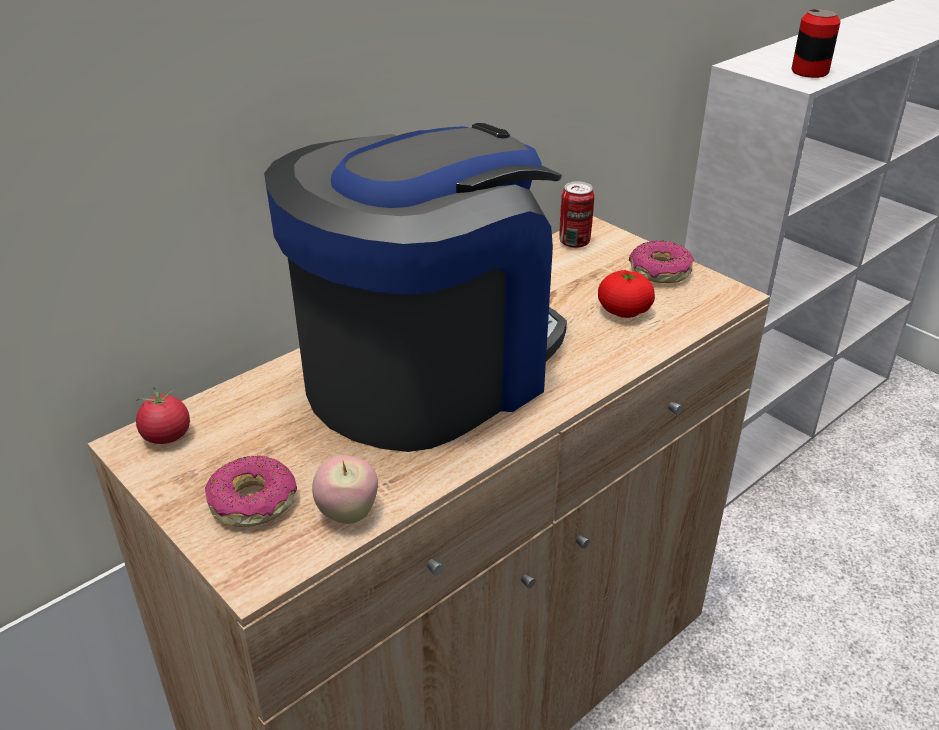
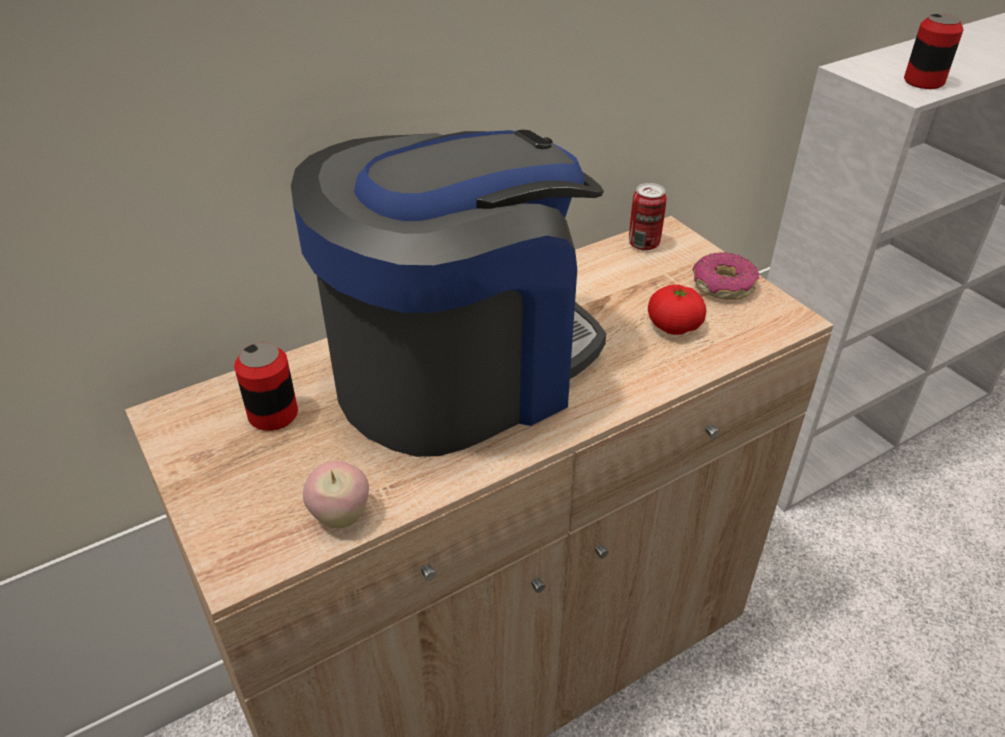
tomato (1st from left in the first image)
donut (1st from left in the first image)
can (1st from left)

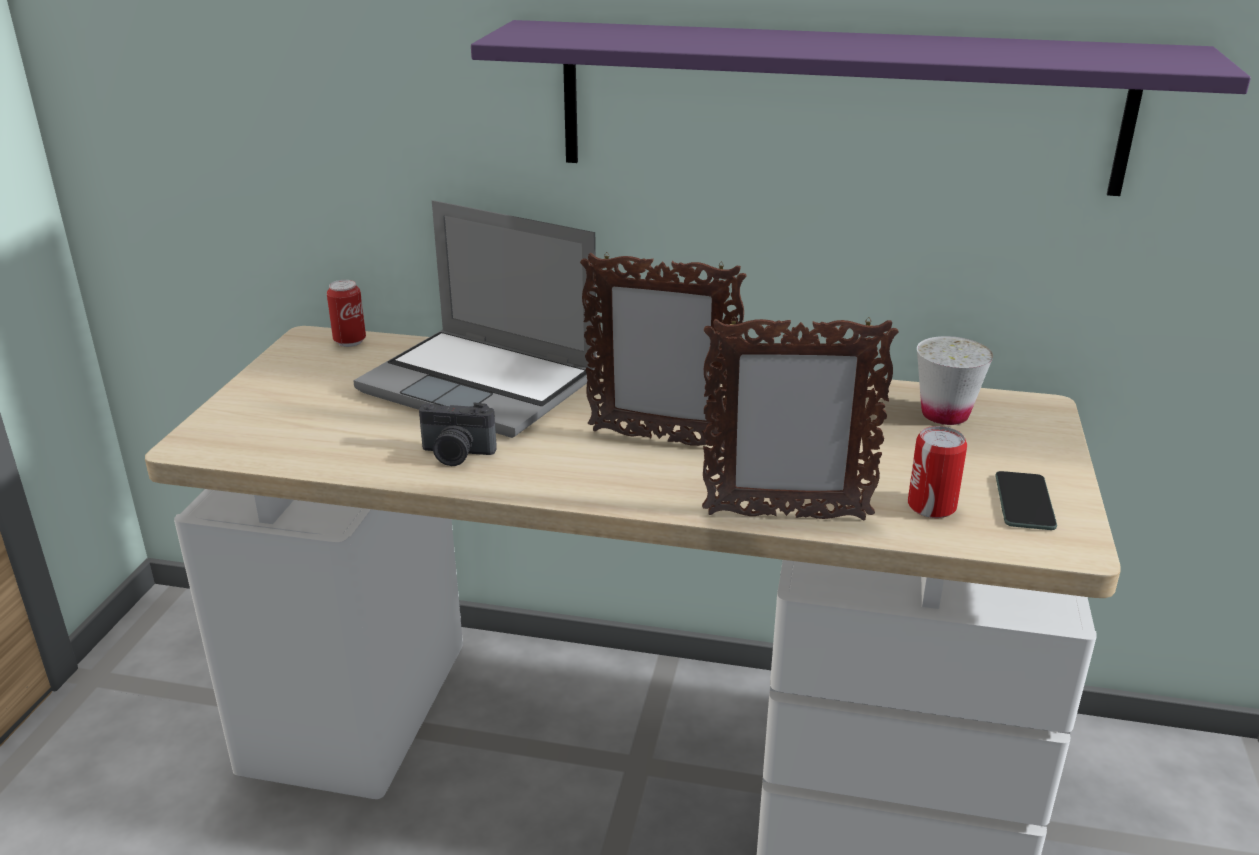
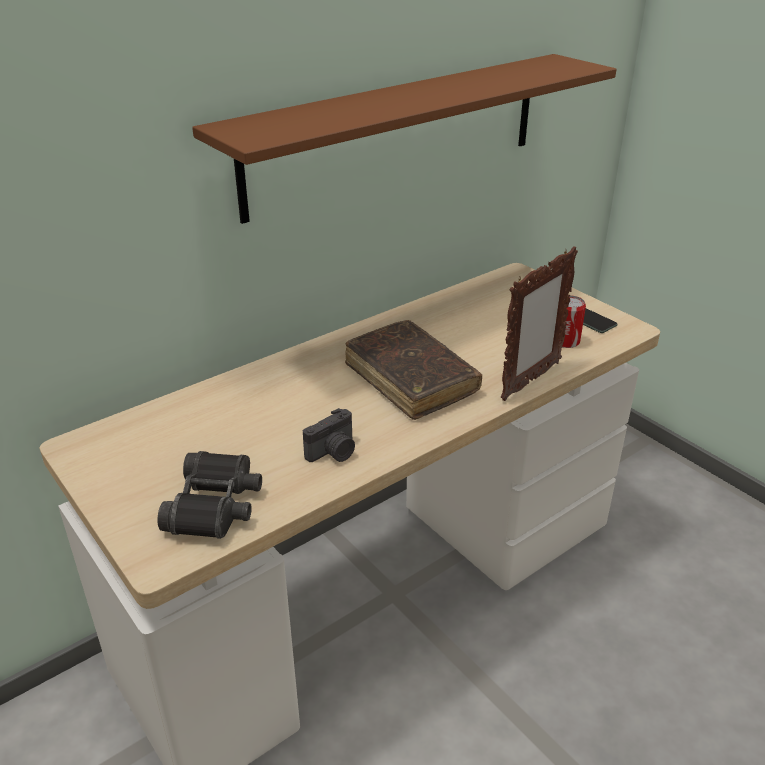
can (1st from left in the first image)
laptop
cup (white)
binoculars (black)
book (brown)
shelf (brown)

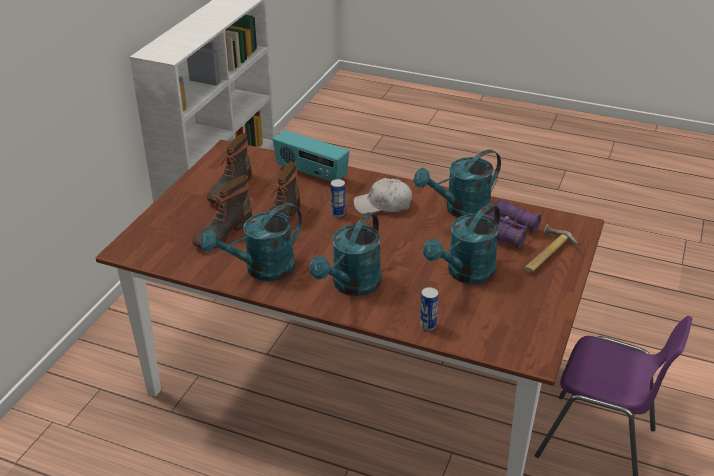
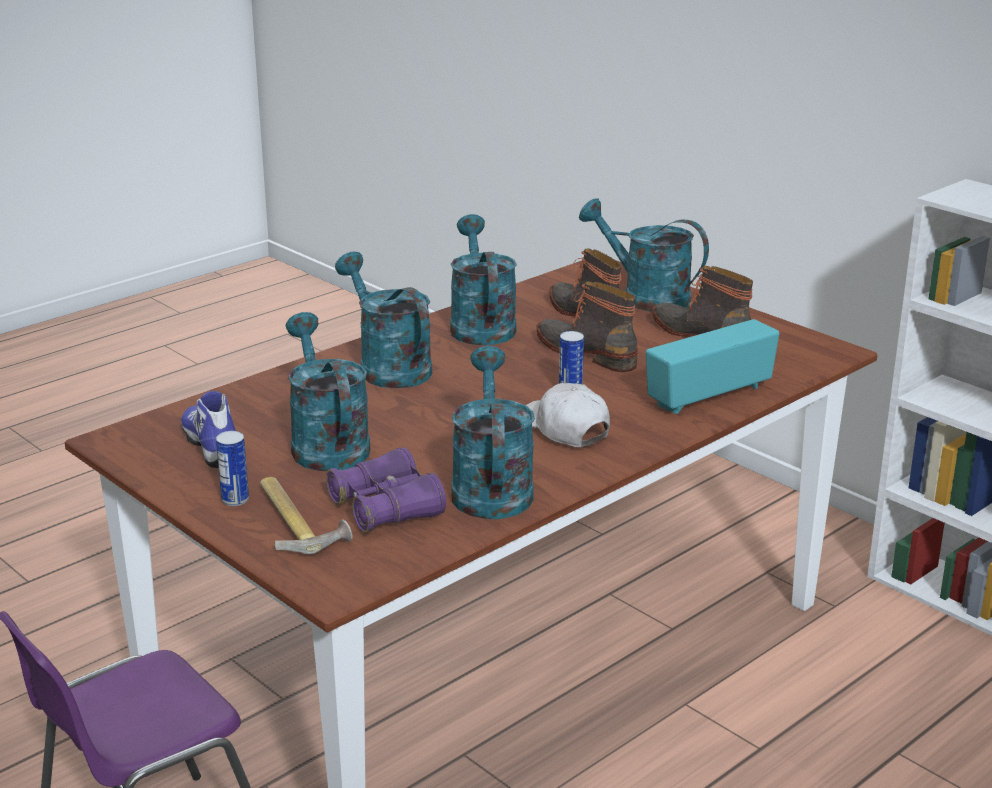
shoe
watering can (turquoise) (5th from left)
can (1st from left)
cap (white)

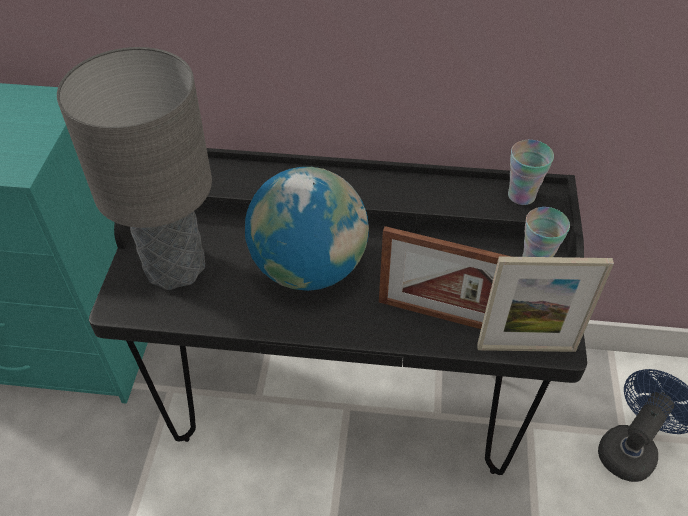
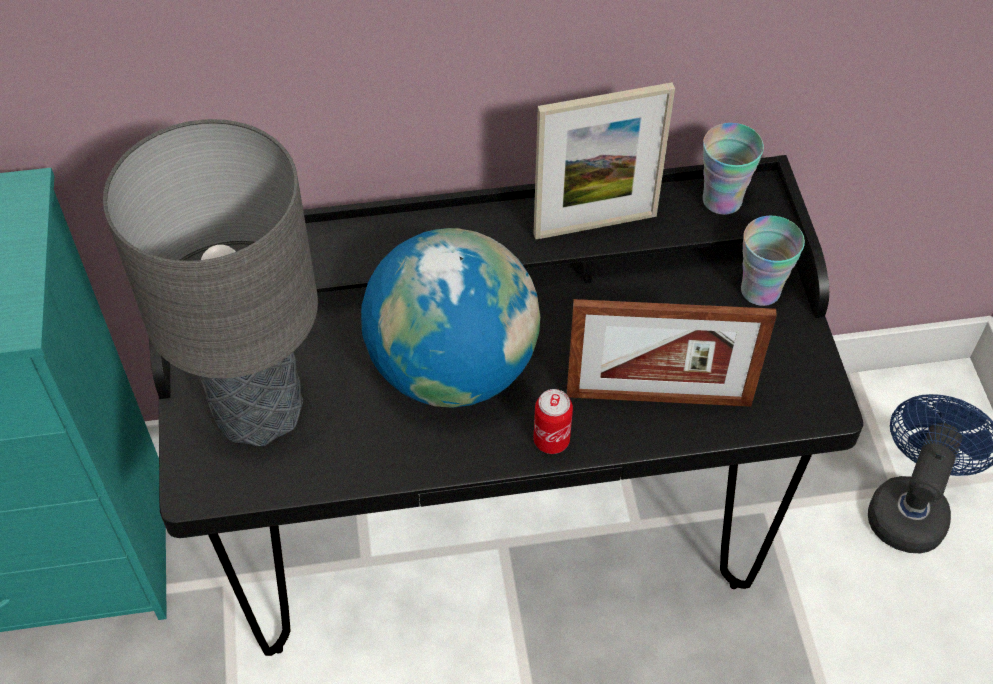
can
picture frame (1st from left)

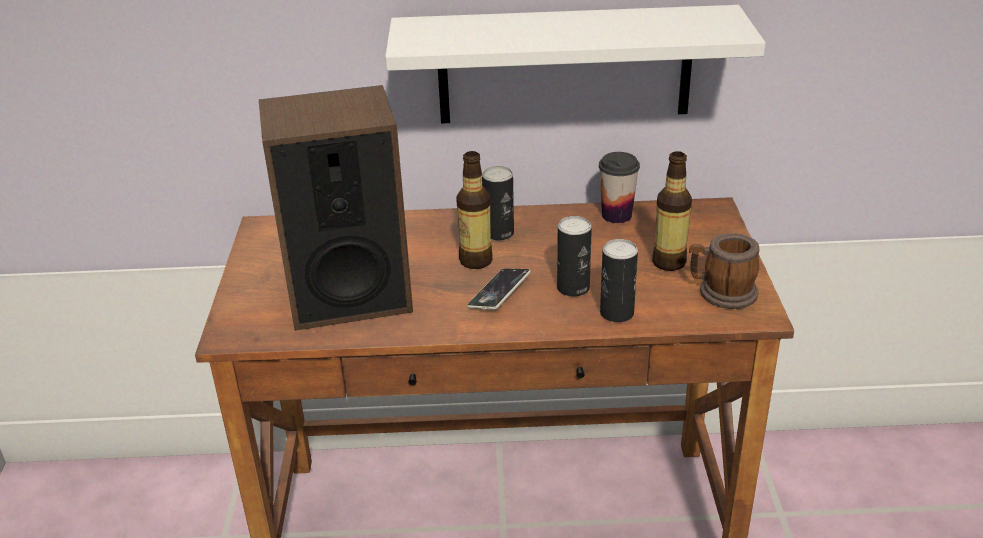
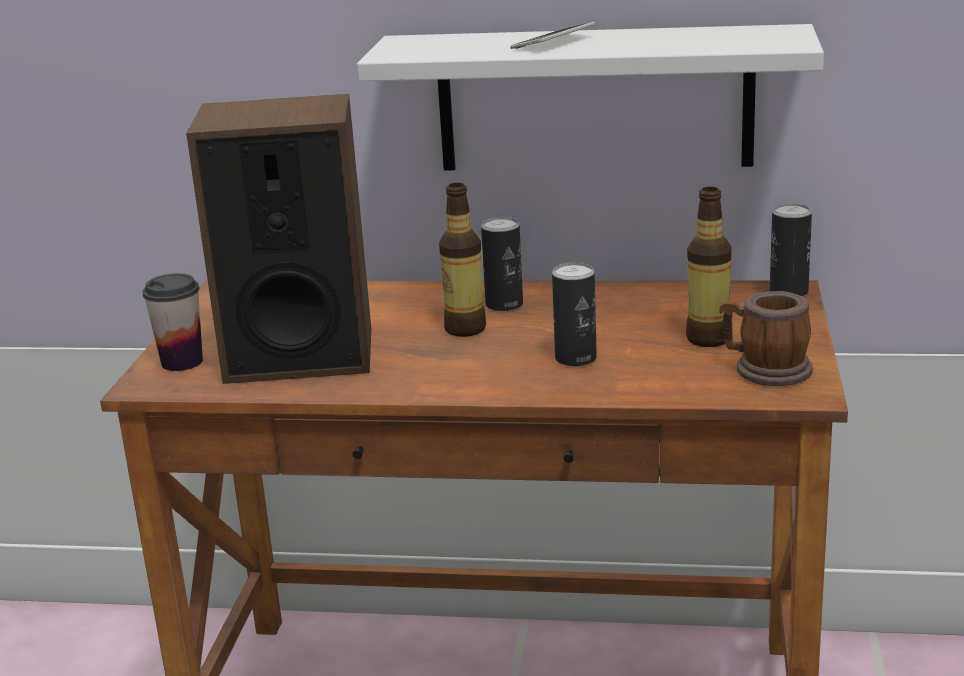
phone
cup
can (3rd from left)

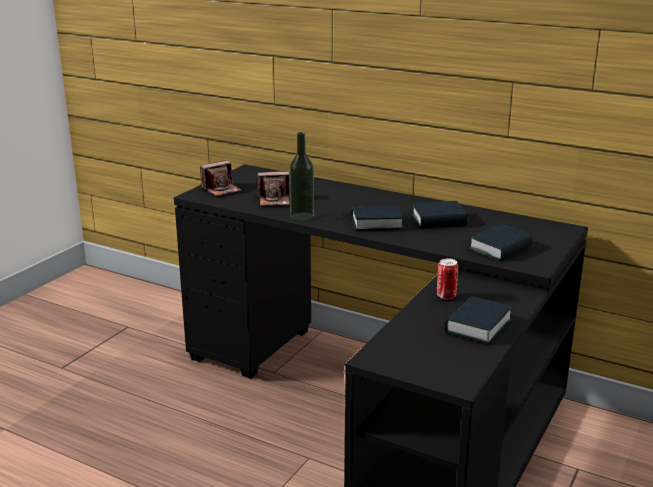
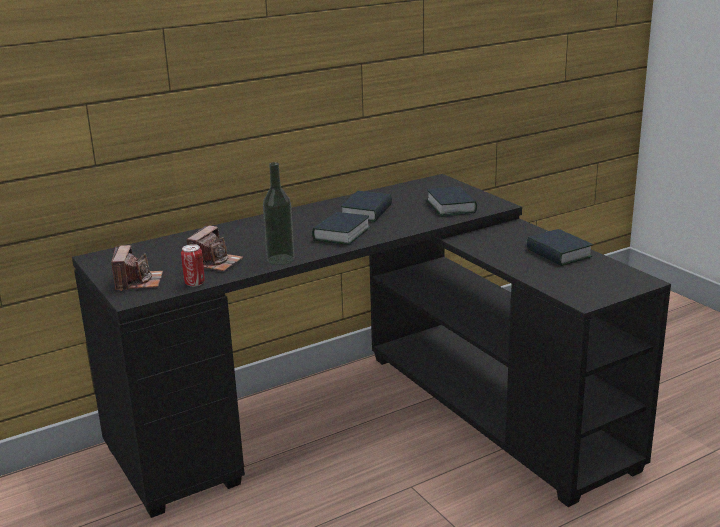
can

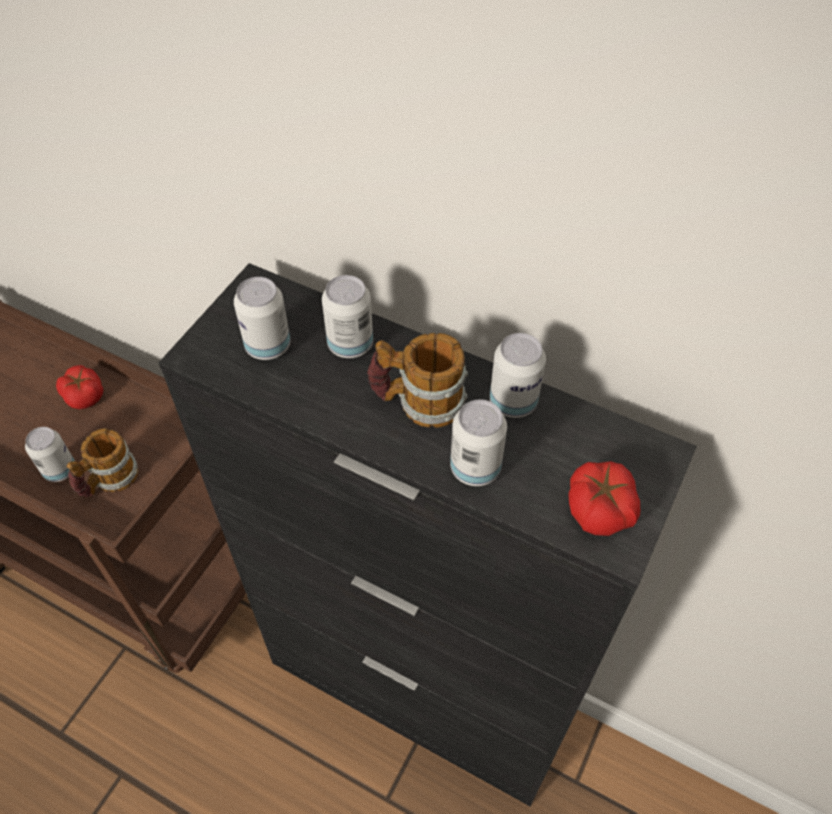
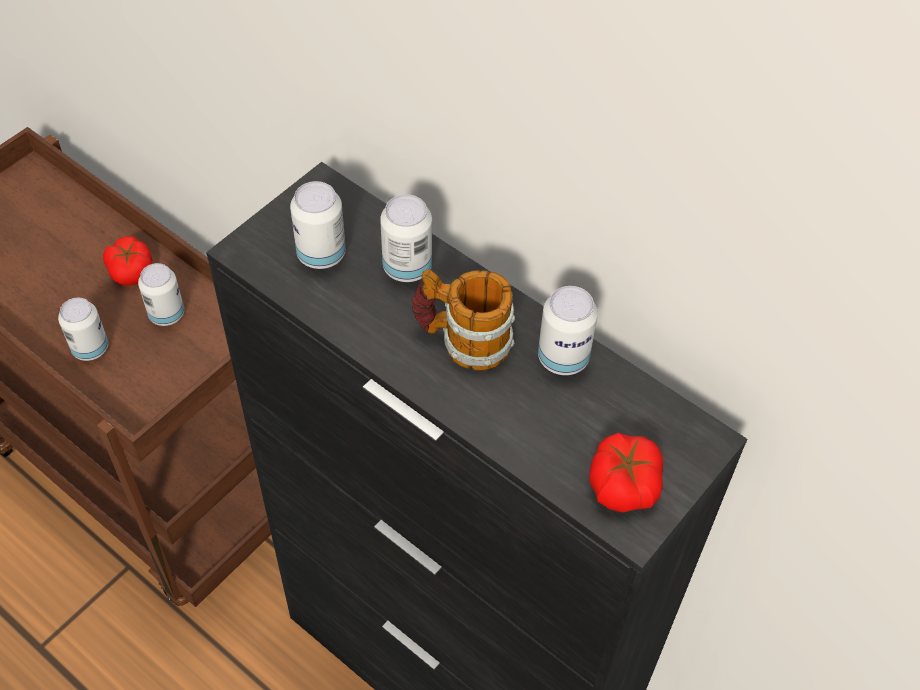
mug (1st from left in the first image)
can (2nd from left)

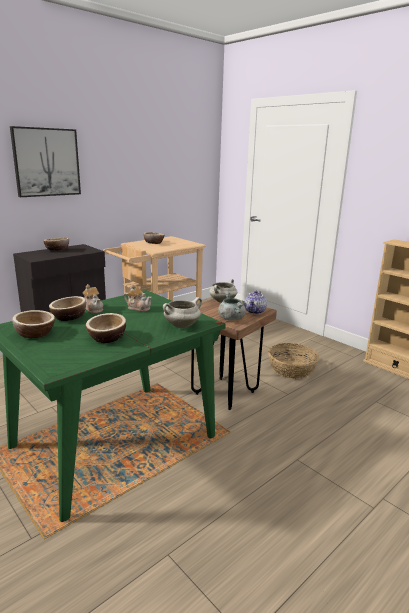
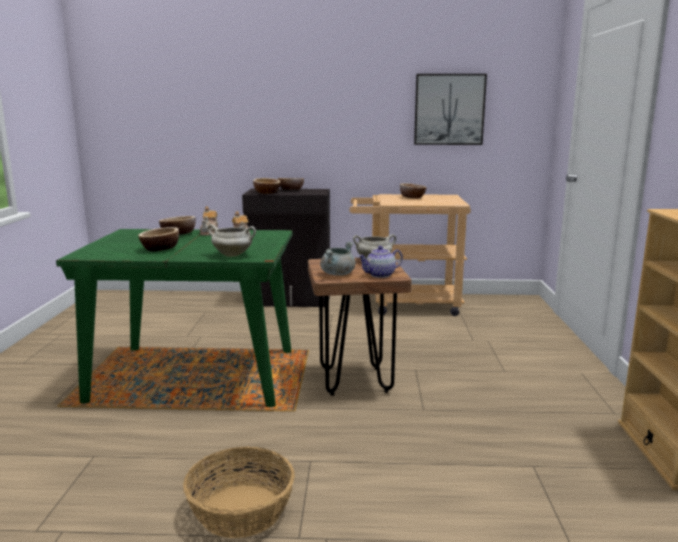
picture
bowl (3rd from left)
basket

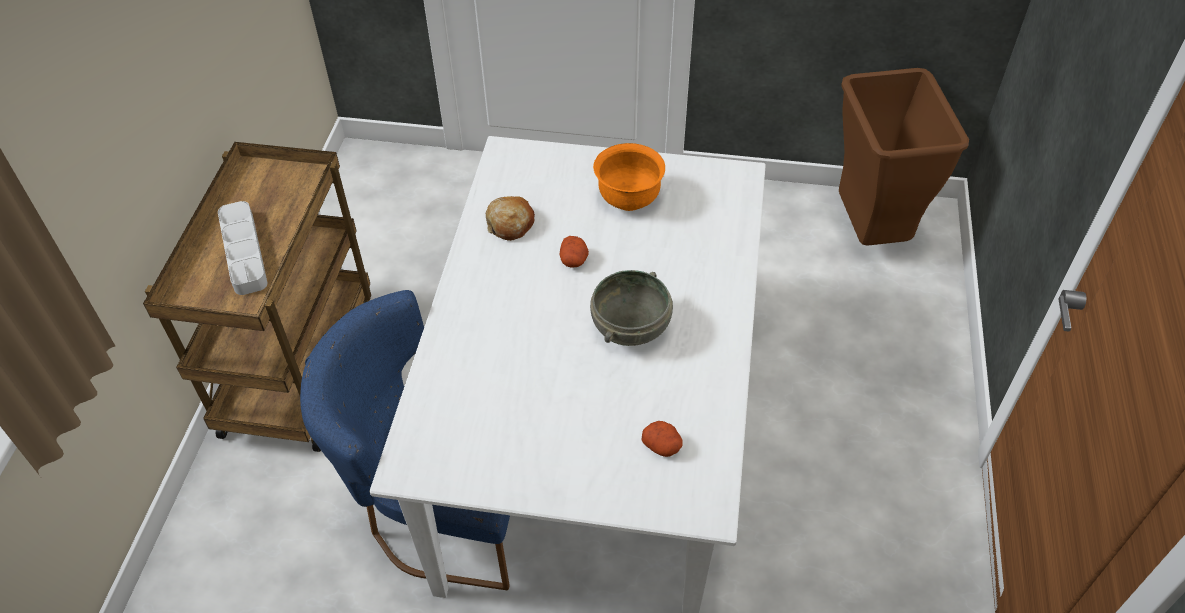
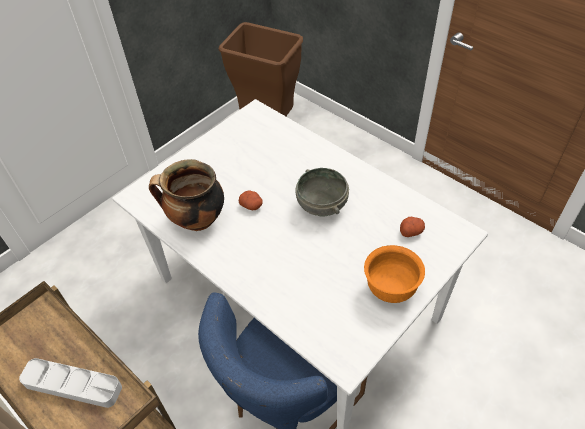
bowl (orange)
cooking pot

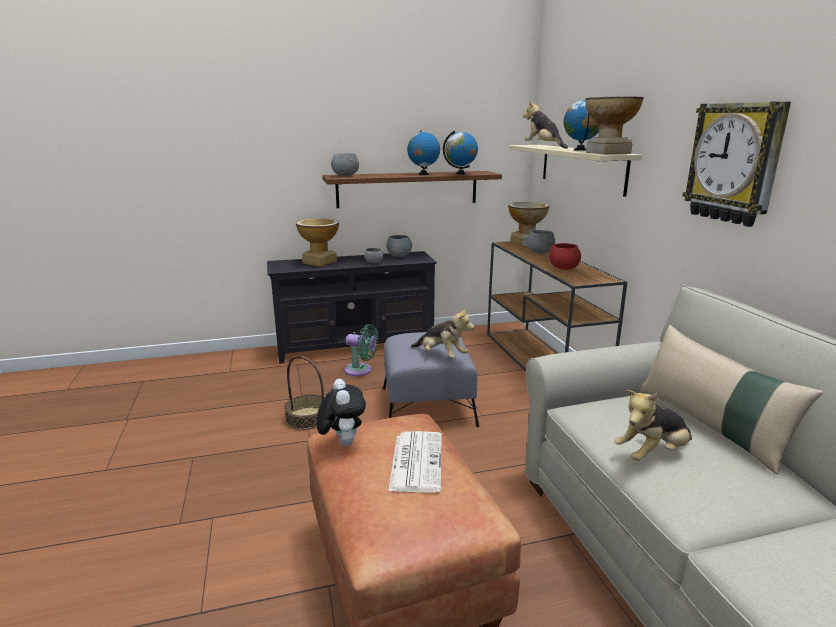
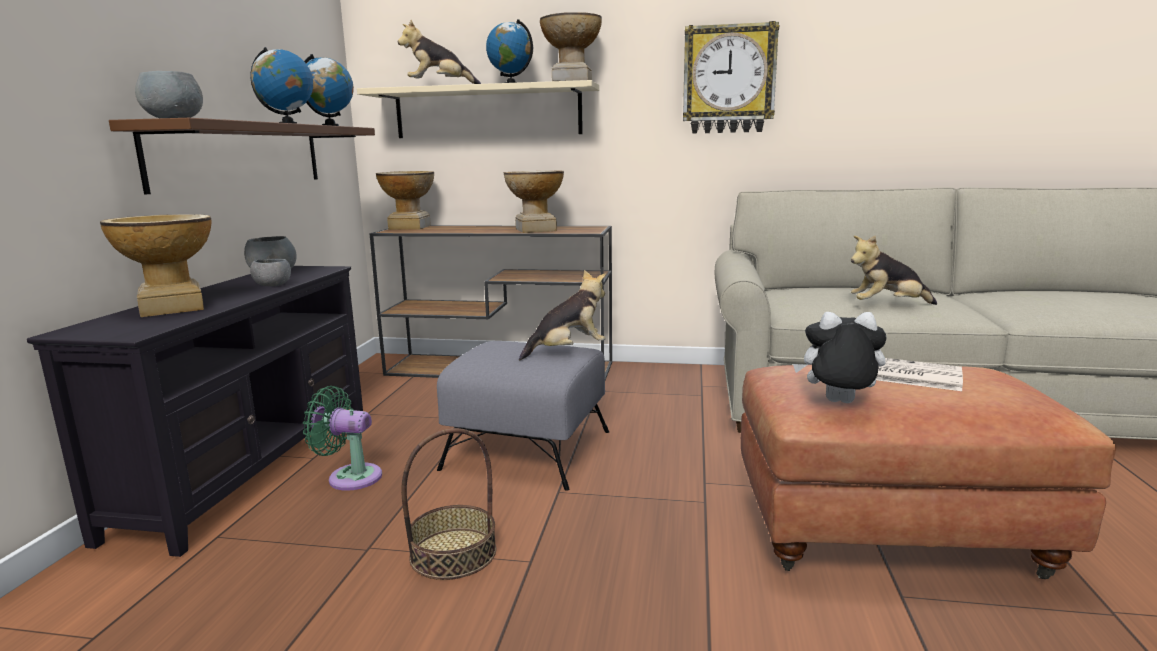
bowl (grey) (4th from left in the first image)
pillow (beige)
vase (3rd from left)
fan (green)
plush toy (4th from left)

